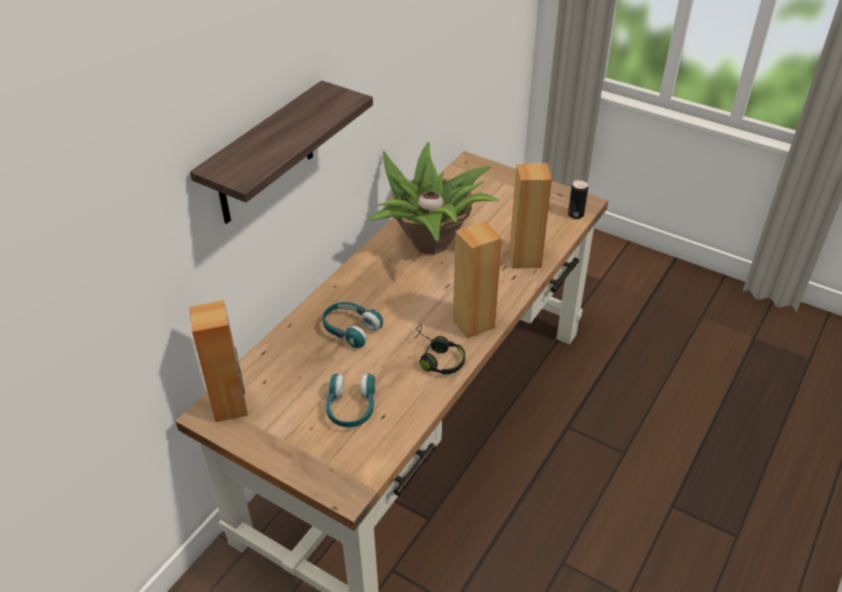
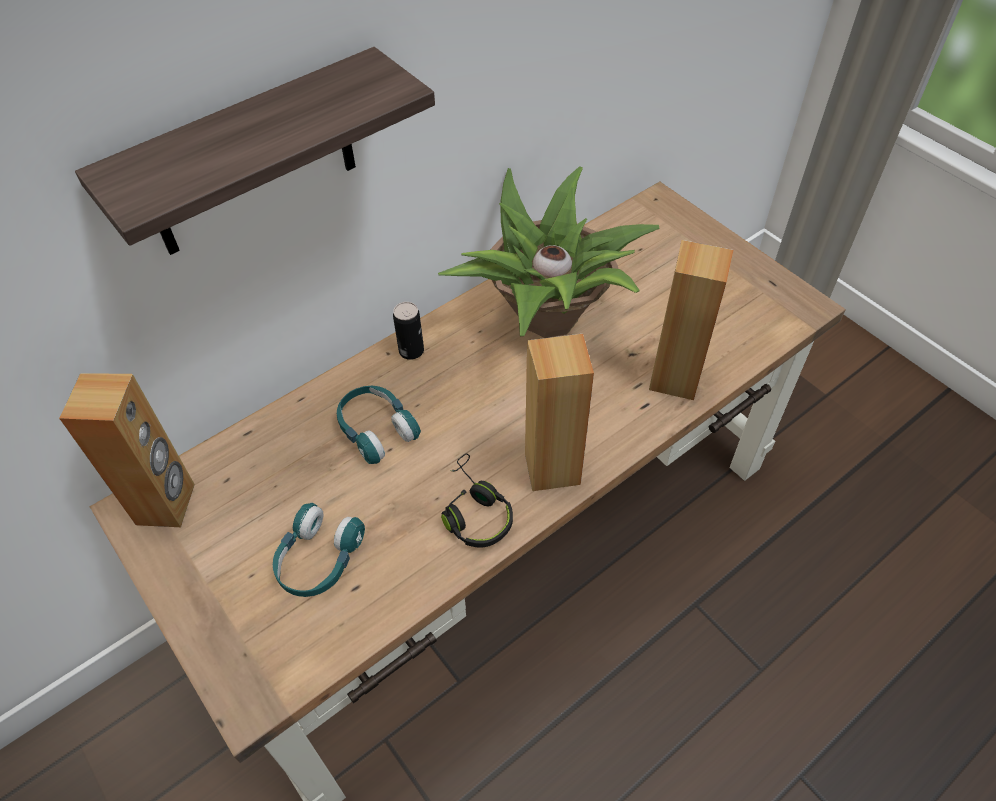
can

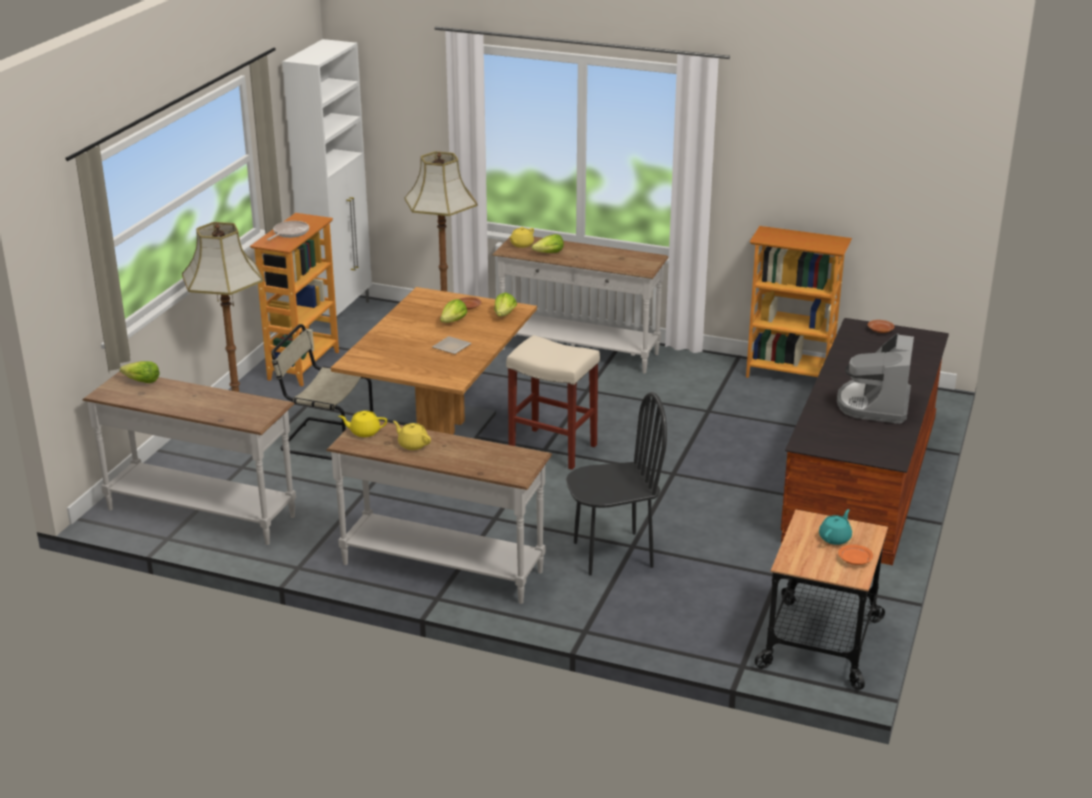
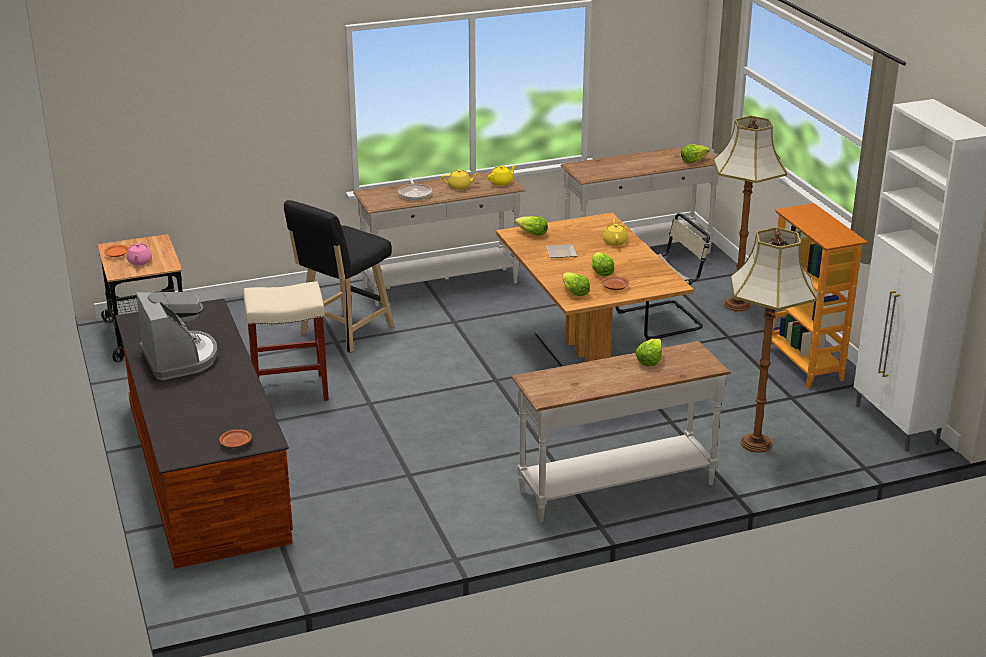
bookcase (2nd from left in the first image)
lettuce (1st from left)
frying pan
stool (beige)
teapot (yellow) (3rd from left)
stool (black)
teapot (pink)

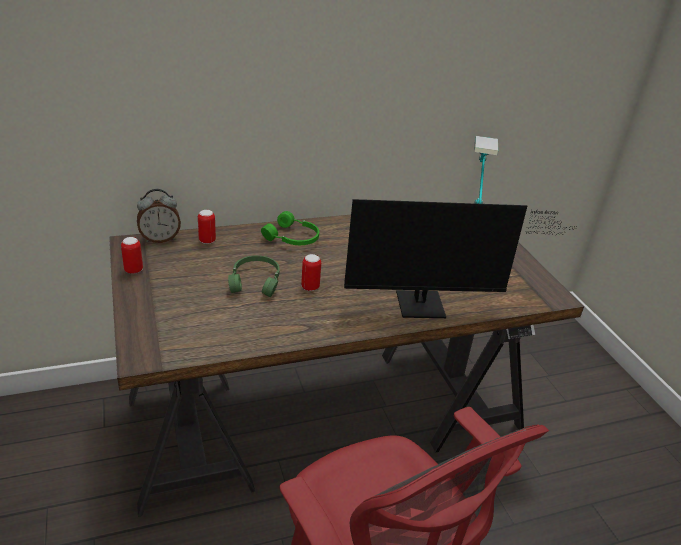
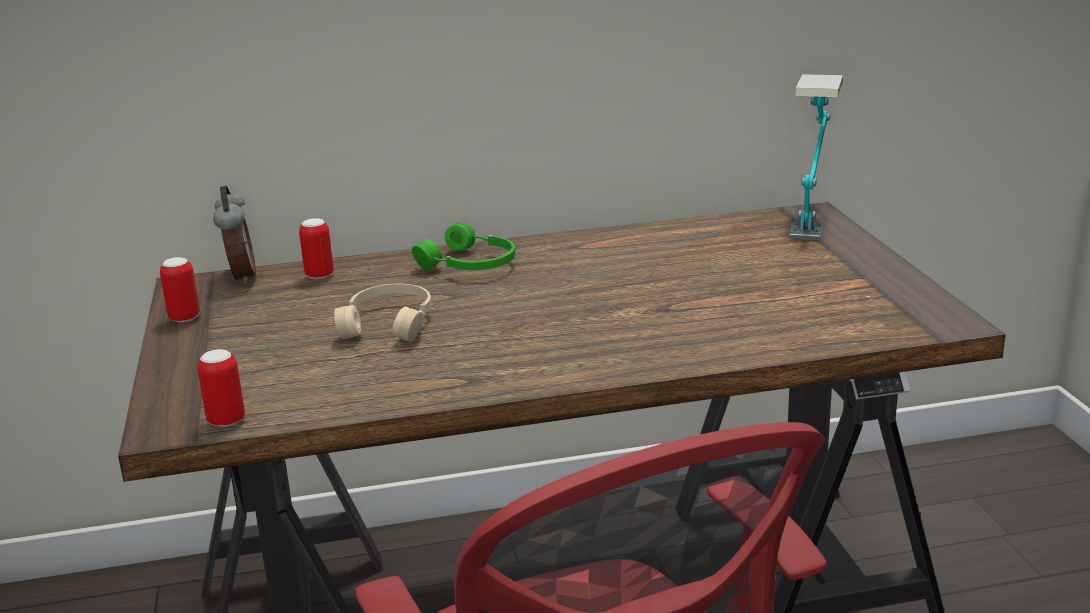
monitor
can (2nd from left)
headphones (beige)
alarm clock

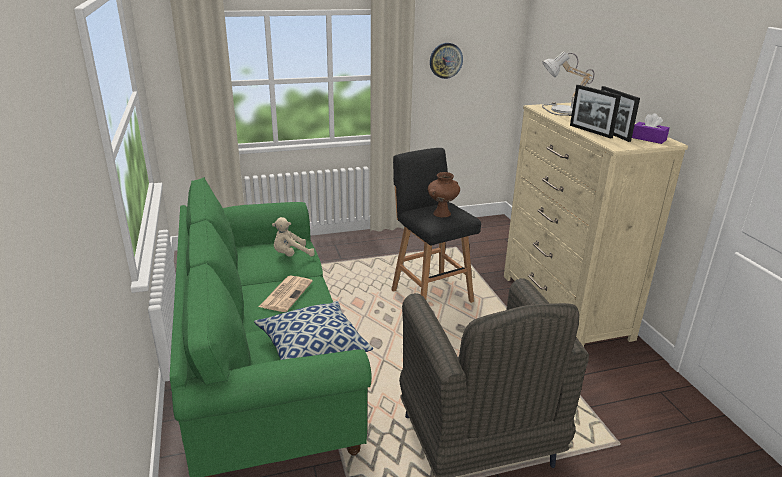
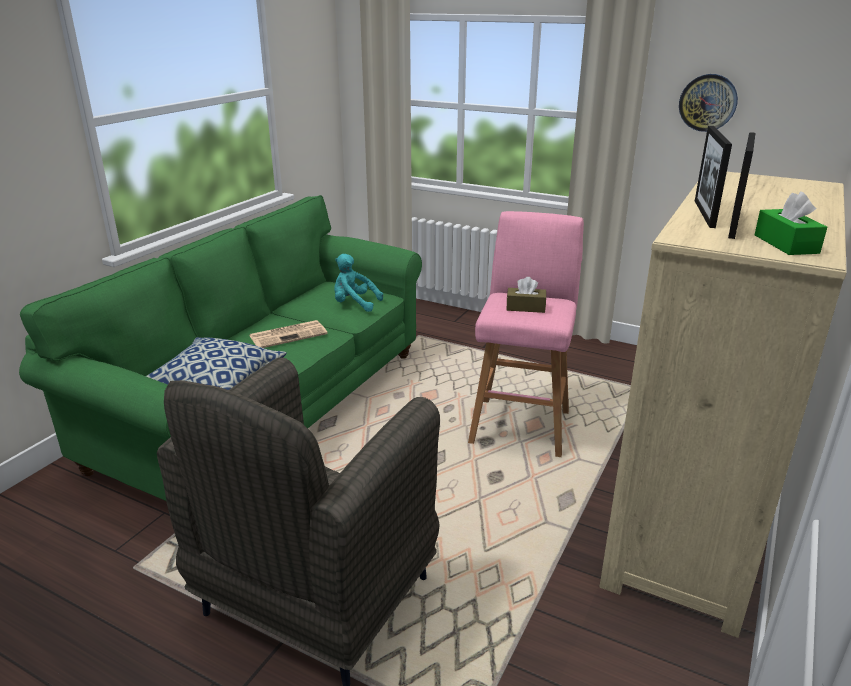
table lamp
tissue box (brown)
plush toy (turquoise)
stool (pink)
tissue box (green)

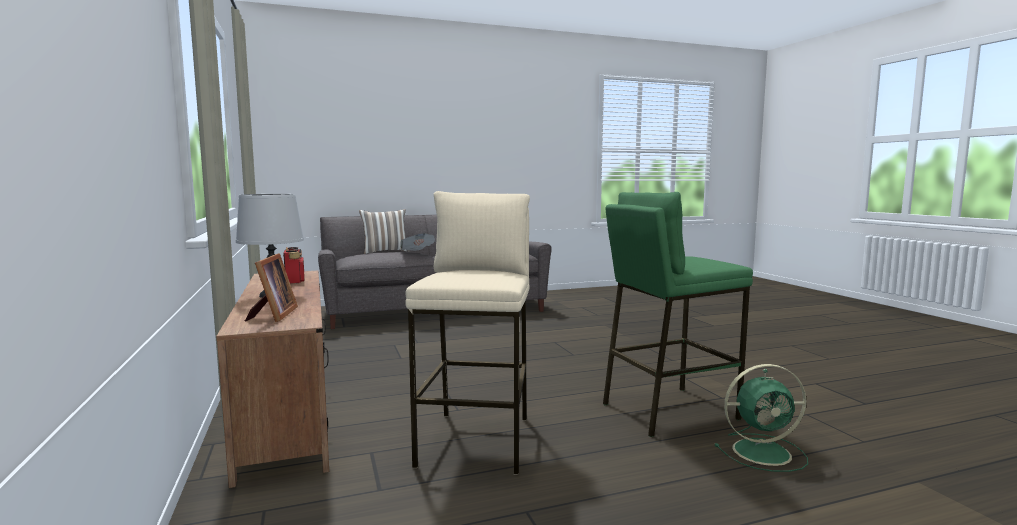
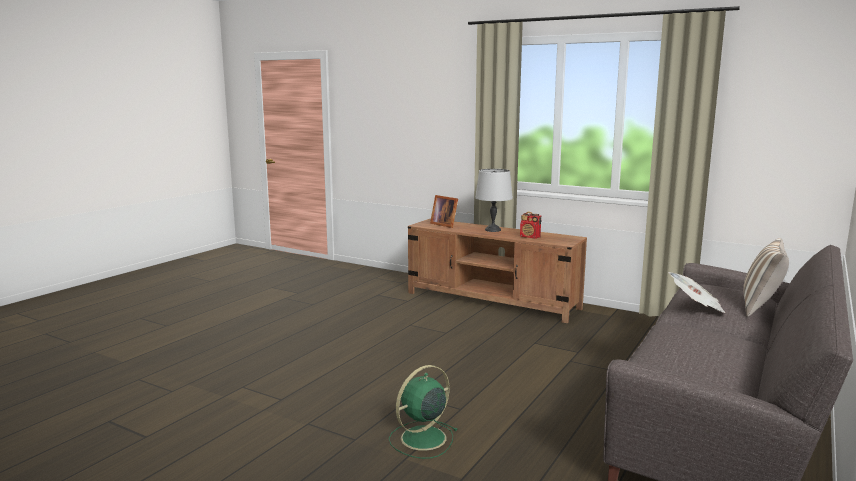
stool (beige)
stool (green)
fan (green)

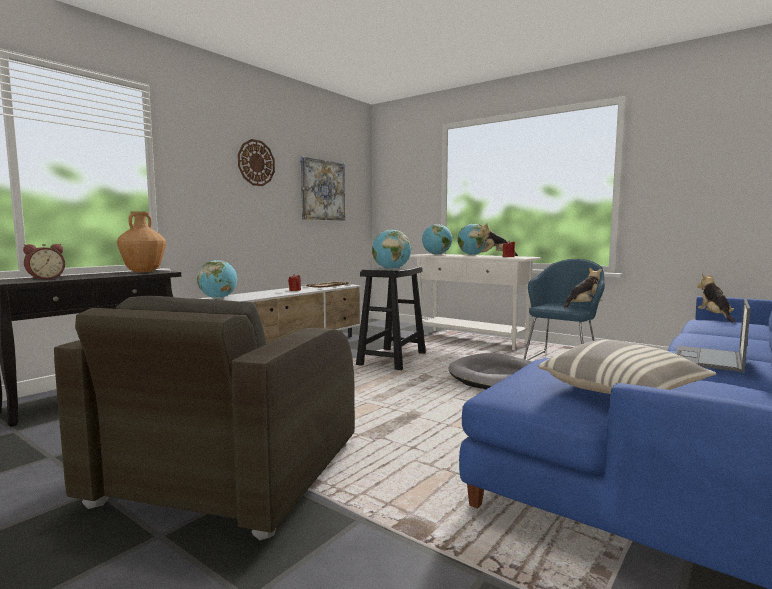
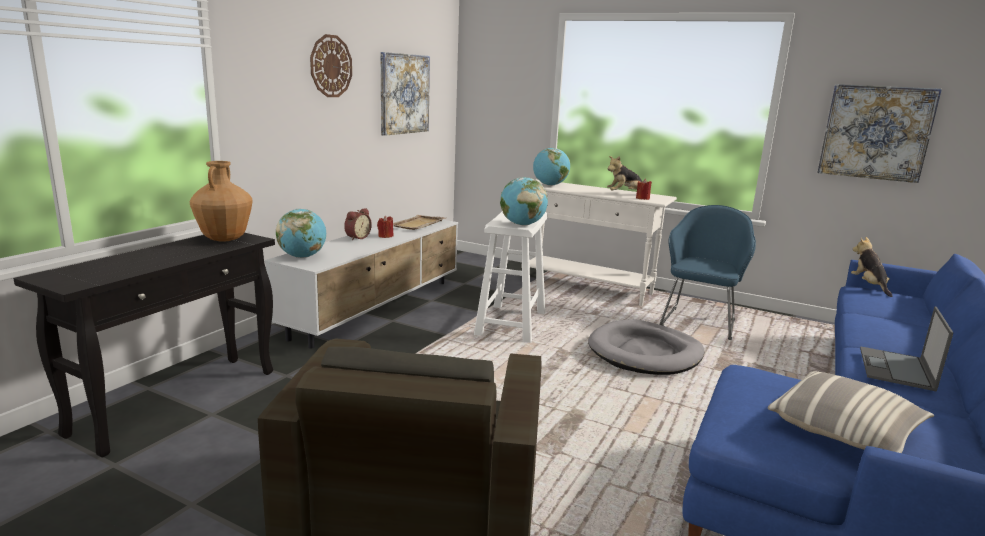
globe (4th from left in the first image)
plush toy (2nd from left in the first image)
picture (2nd from left)
alarm clock
stool (white)

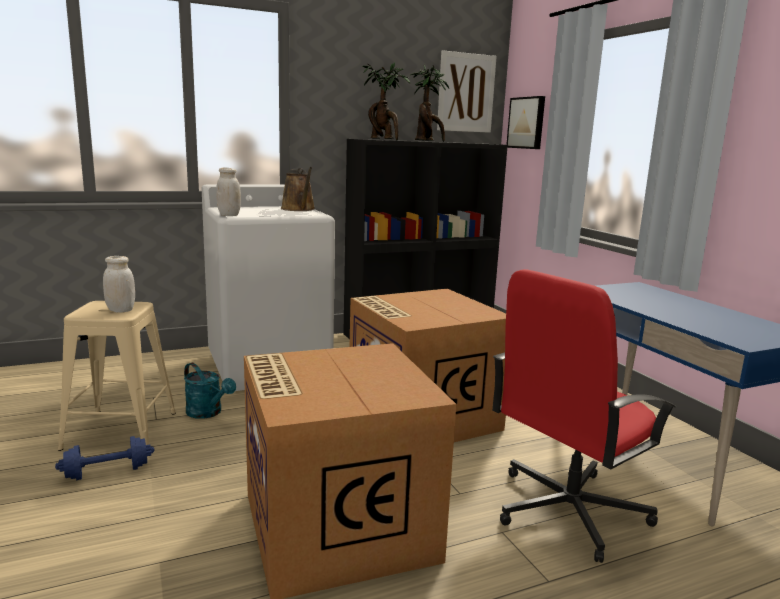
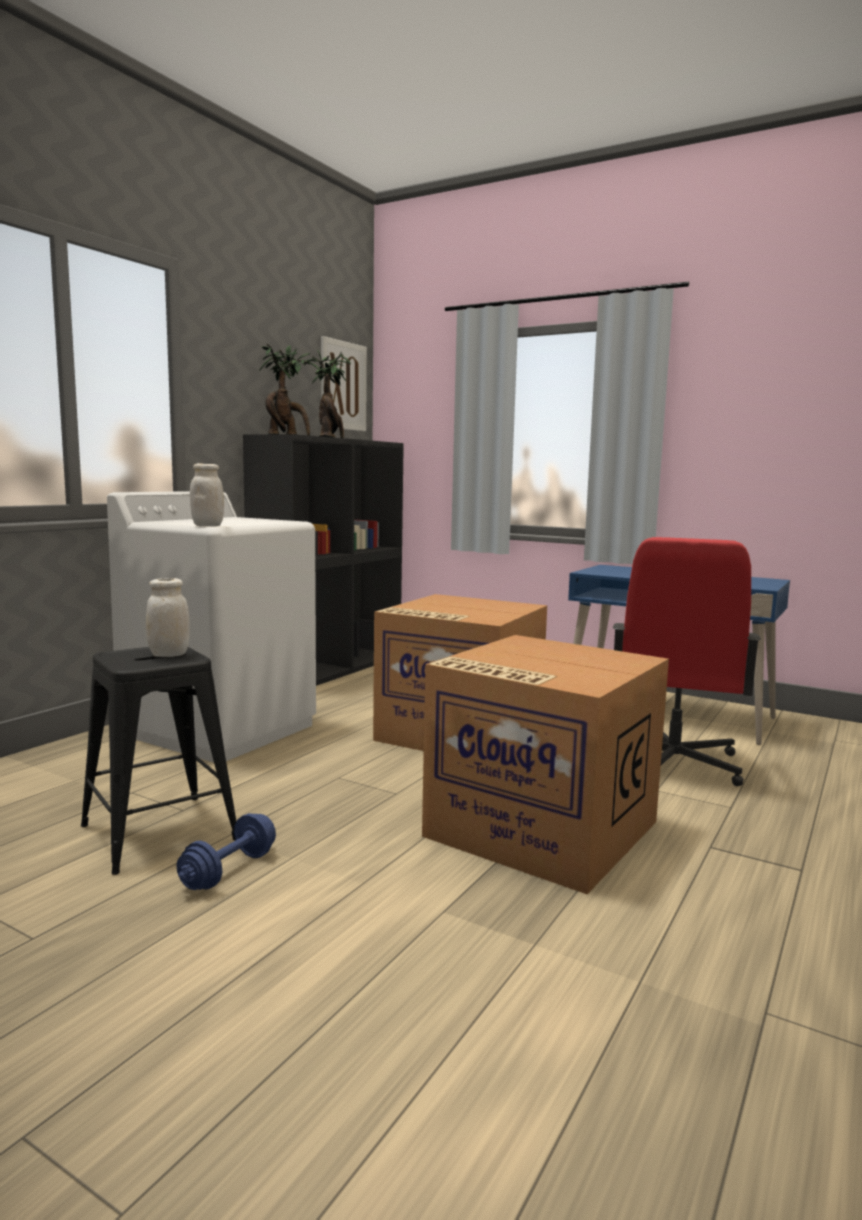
watering can (turquoise)
watering can (brown)
picture (2nd from left in the first image)
stool (black)

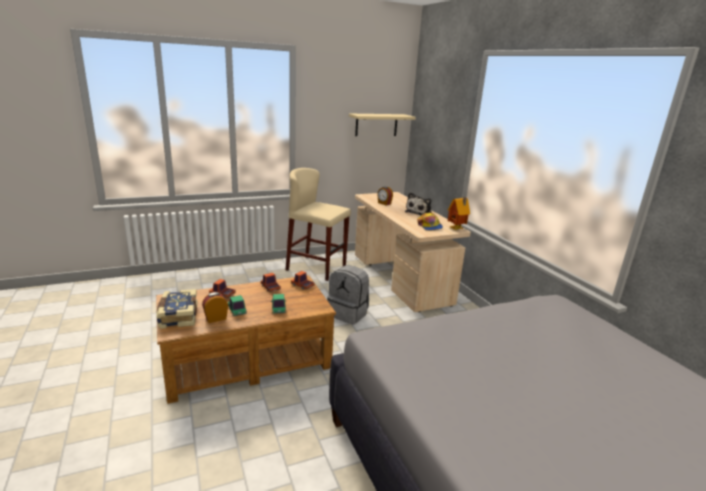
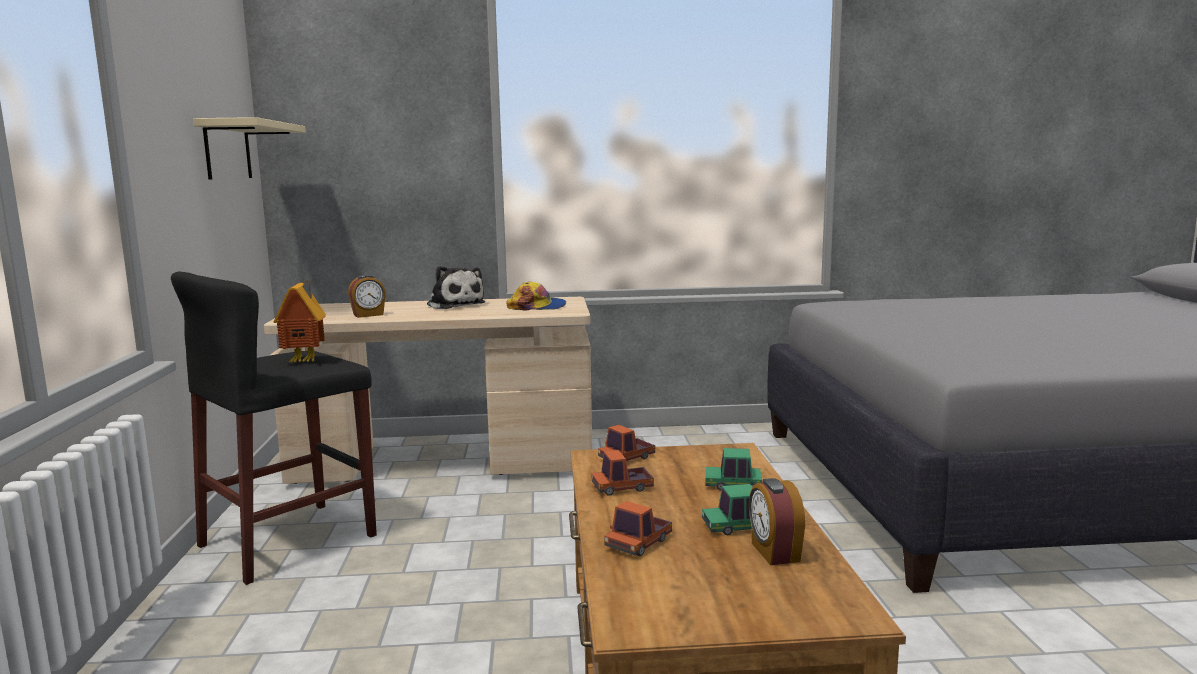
book
backpack (grey)
toy house
stool (black)

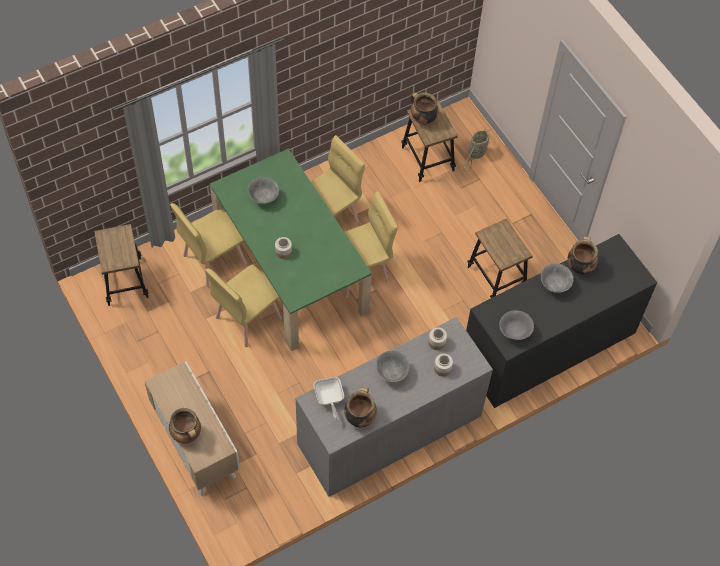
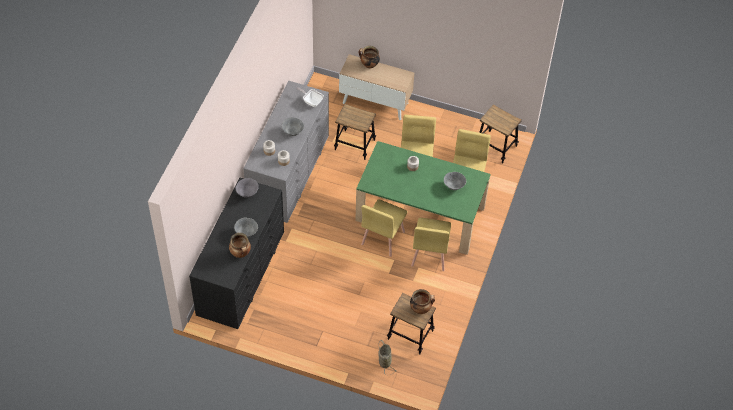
cooking pot (2nd from left in the first image)
stool (1st from left)

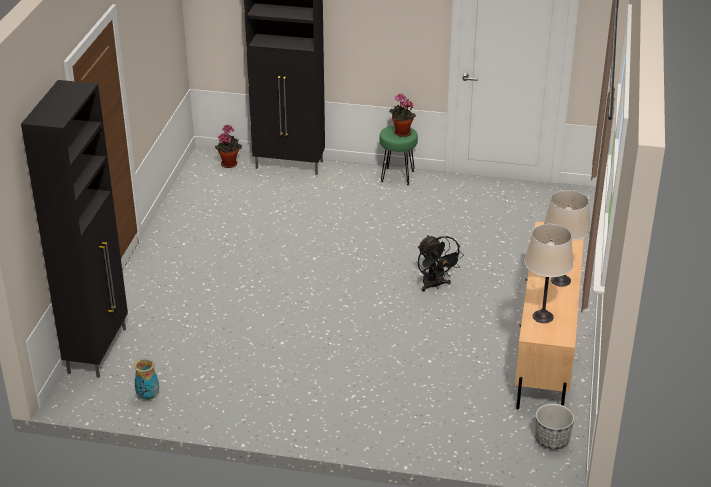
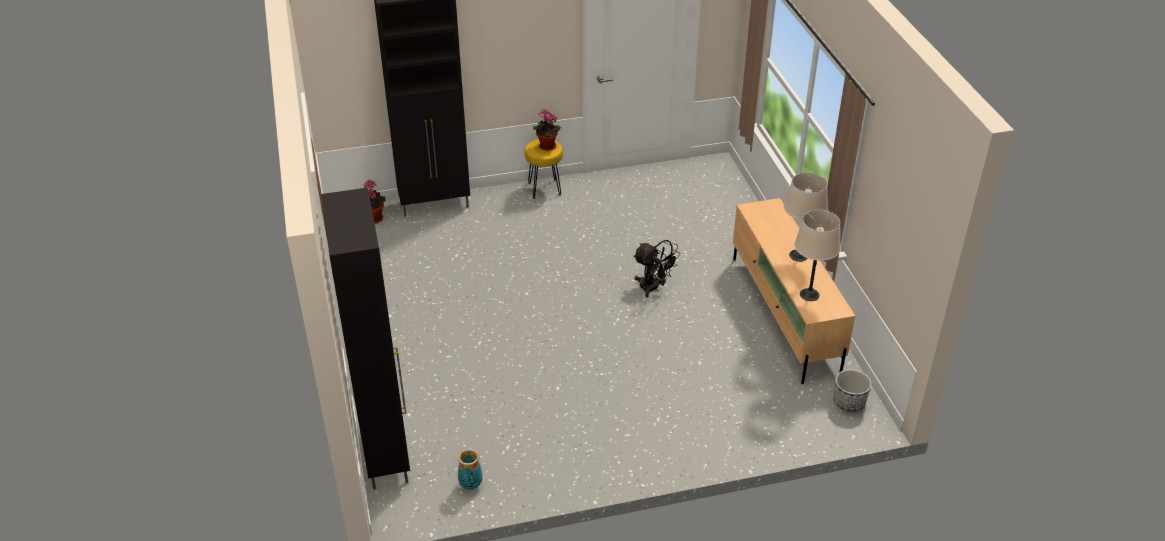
stool (yellow)

